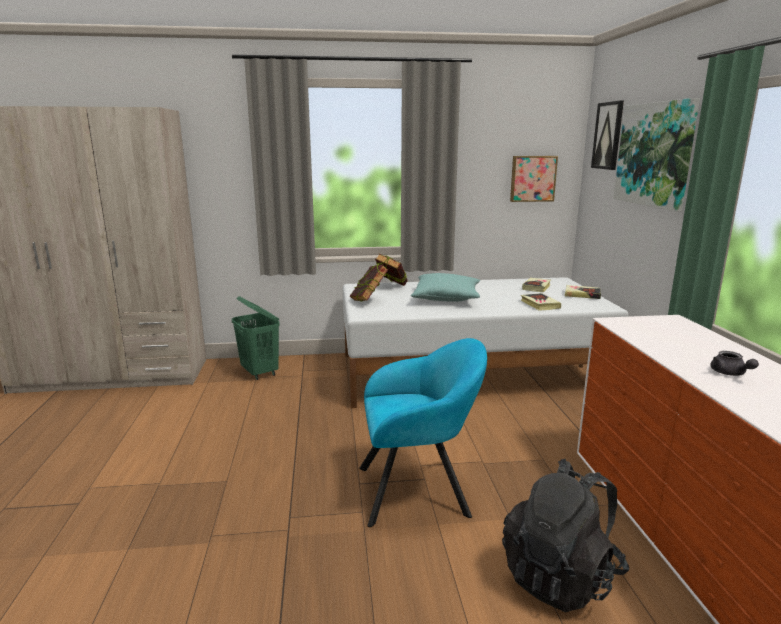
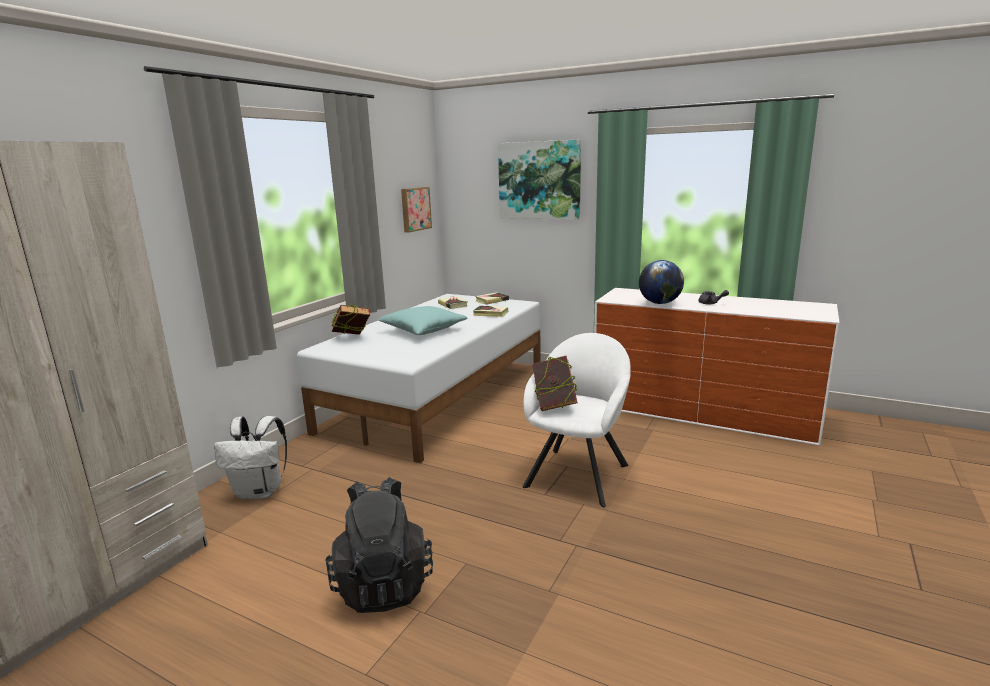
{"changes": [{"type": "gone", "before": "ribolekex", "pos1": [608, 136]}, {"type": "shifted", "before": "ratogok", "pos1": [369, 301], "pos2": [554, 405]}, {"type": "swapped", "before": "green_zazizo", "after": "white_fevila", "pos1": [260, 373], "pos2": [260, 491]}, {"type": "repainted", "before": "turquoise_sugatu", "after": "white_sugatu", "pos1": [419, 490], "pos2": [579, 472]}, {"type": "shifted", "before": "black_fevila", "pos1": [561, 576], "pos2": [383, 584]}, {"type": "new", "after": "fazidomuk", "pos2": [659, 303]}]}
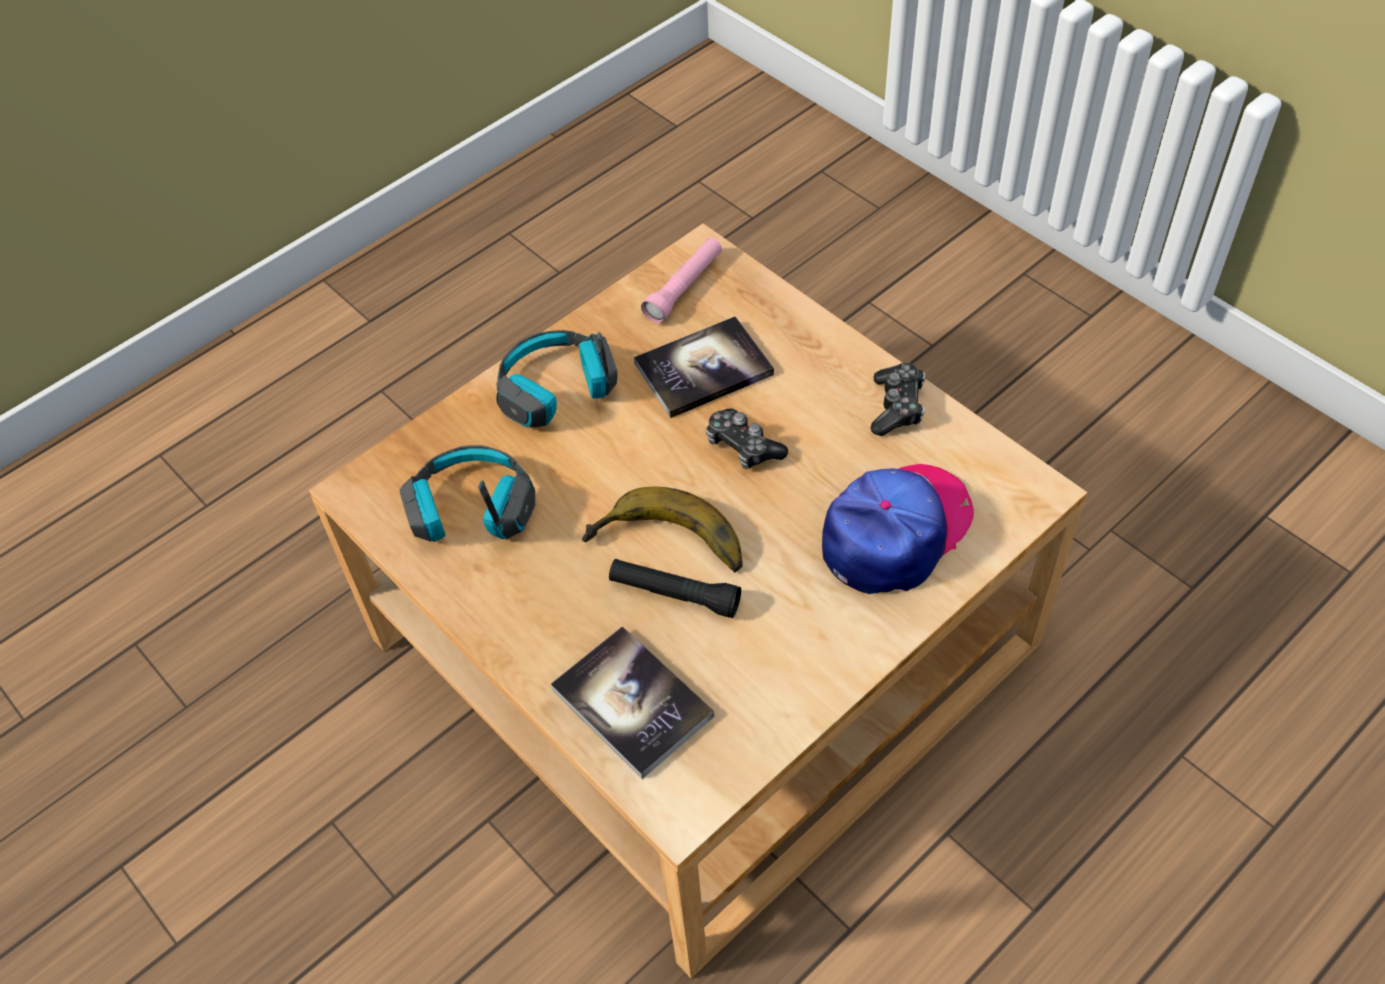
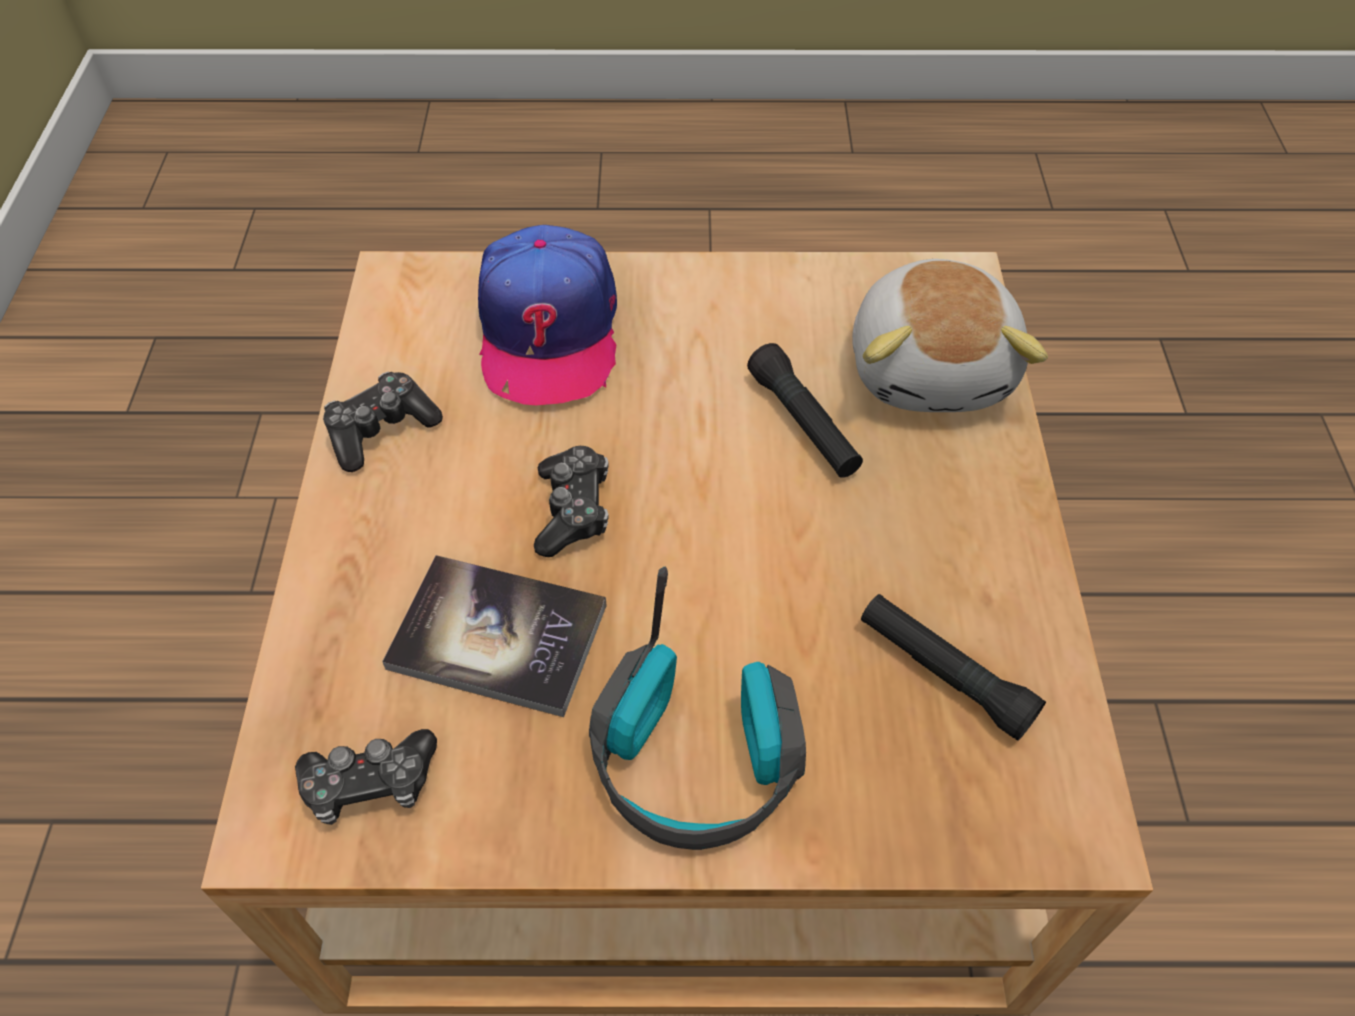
{"changes": [{"type": "swapped", "before": "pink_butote", "after": "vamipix", "pos1": [684, 288], "pos2": [370, 784]}, {"type": "swapped", "before": "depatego", "after": "black_butote", "pos1": [472, 511], "pos2": [944, 673]}, {"type": "rotated", "before": "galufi", "pos1": [896, 532], "pos2": [548, 331], "turn": -90}, {"type": "gone", "before": "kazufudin", "pos1": [667, 549]}, {"type": "swapped", "before": "ratogok", "after": "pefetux", "pos1": [632, 703], "pos2": [932, 368]}]}
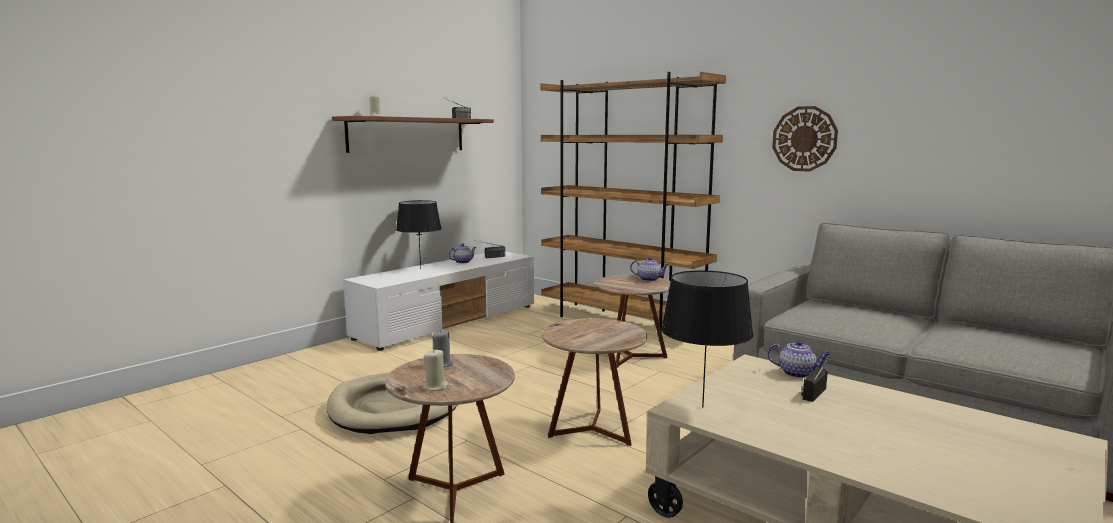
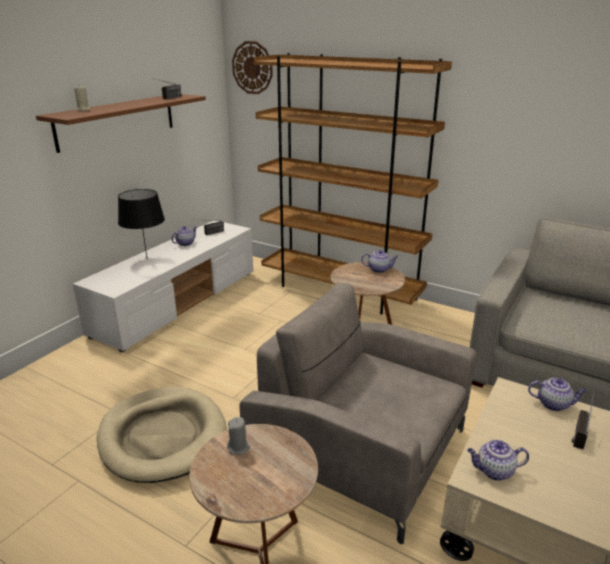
{"changes": [{"type": "shifted", "before": "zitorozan", "pos1": [804, 139], "pos2": [252, 67]}, {"type": "swapped", "before": "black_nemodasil", "after": "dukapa", "pos1": [702, 407], "pos2": [493, 471]}, {"type": "swapped", "before": "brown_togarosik", "after": "grey_sugatu", "pos1": [593, 430], "pos2": [359, 447]}, {"type": "gone", "before": "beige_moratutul", "pos1": [435, 387]}]}
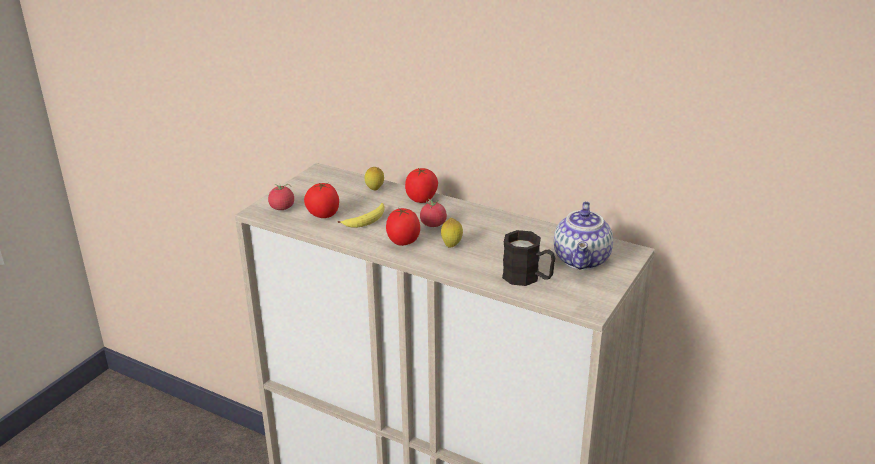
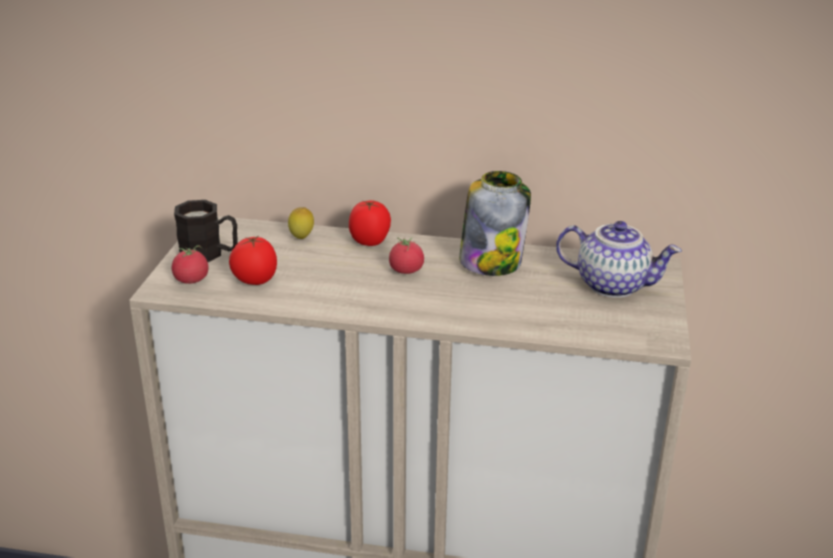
{"changes": [{"type": "rotated", "before": "dukapa", "pos1": [583, 260], "pos2": [613, 285], "turn": -60}, {"type": "gone", "before": "kazufudin", "pos1": [366, 220]}, {"type": "gone", "before": "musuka", "pos1": [403, 243]}, {"type": "gone", "before": "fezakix", "pos1": [451, 245]}, {"type": "shifted", "before": "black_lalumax", "pos1": [528, 278], "pos2": [209, 254]}, {"type": "new", "after": "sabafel", "pos2": [491, 262]}]}
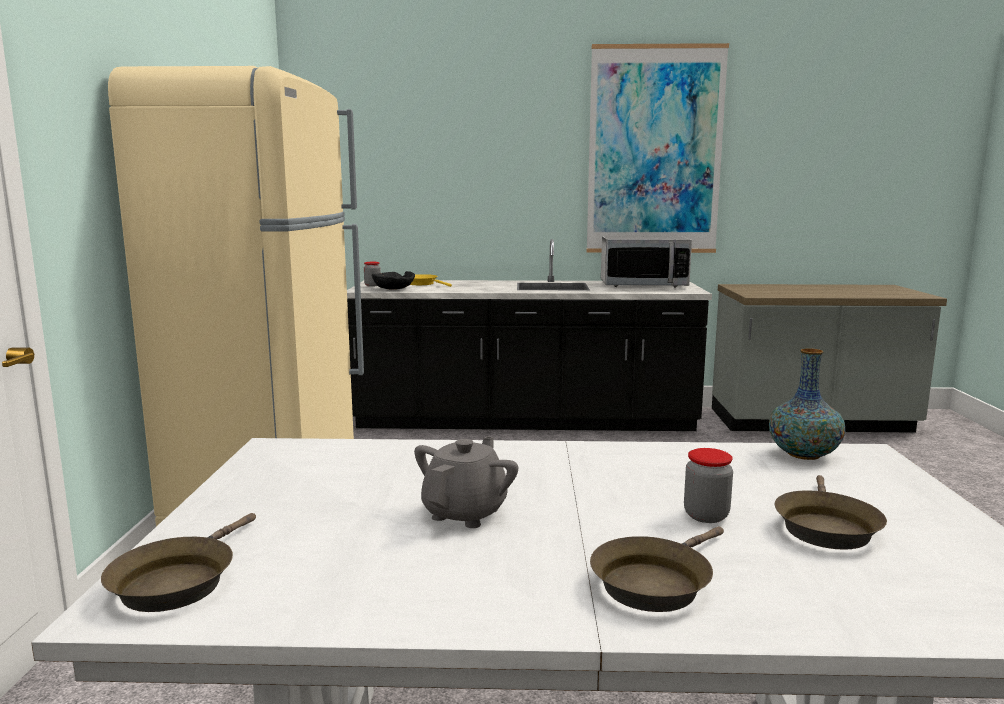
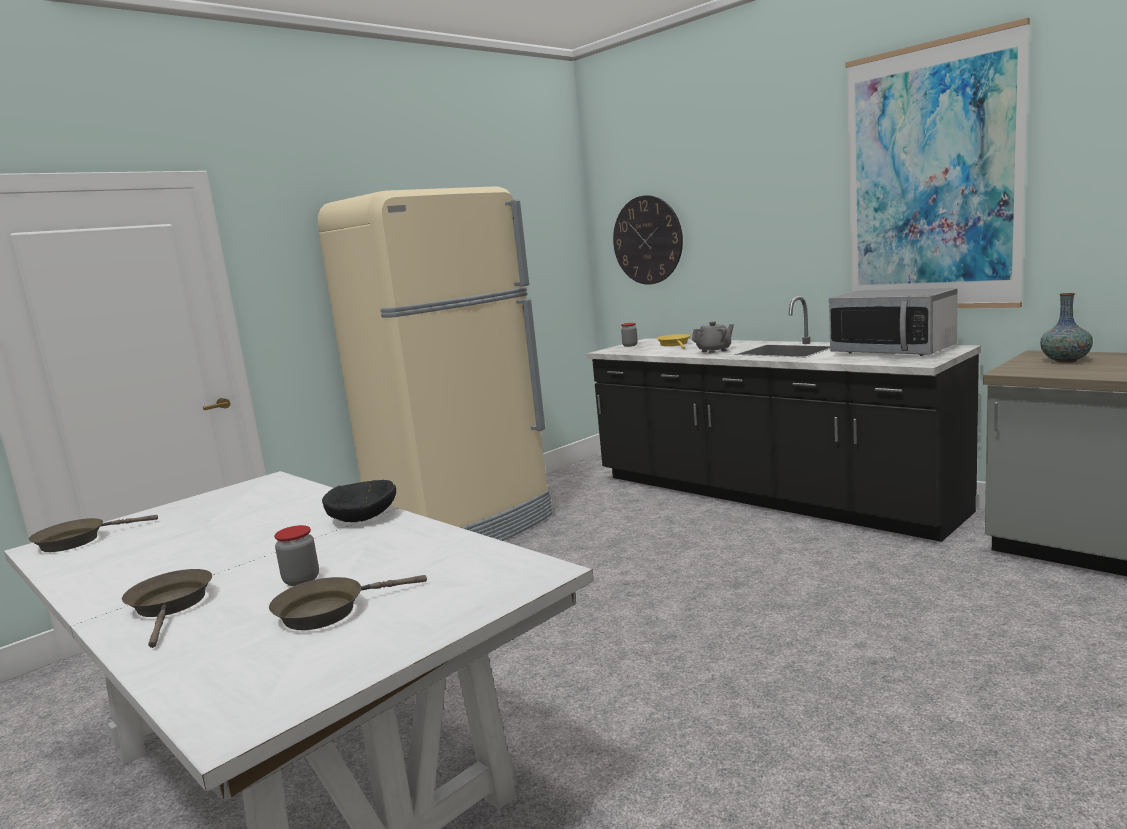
{"changes": [{"type": "shifted", "before": "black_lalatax", "pos1": [393, 289], "pos2": [363, 517]}, {"type": "shifted", "before": "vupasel", "pos1": [803, 454], "pos2": [1065, 361]}, {"type": "shifted", "before": "grey_dukapa", "pos1": [465, 513], "pos2": [714, 351]}, {"type": "rotated", "before": "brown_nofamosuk", "pos1": [655, 582], "pos2": [171, 606], "turn": 75}, {"type": "new", "after": "zitorozan", "pos2": [647, 240]}]}
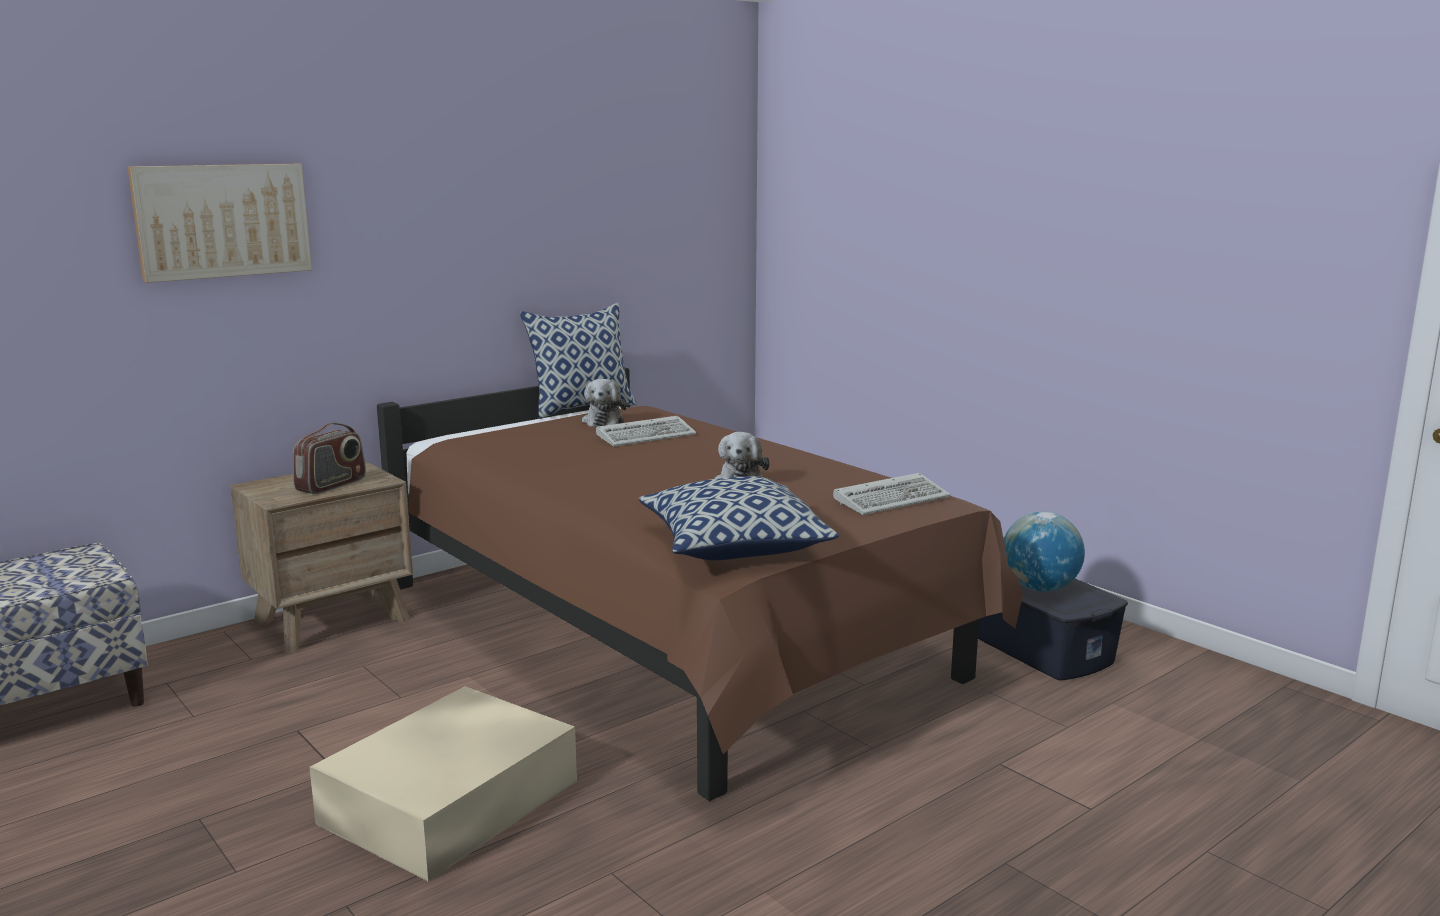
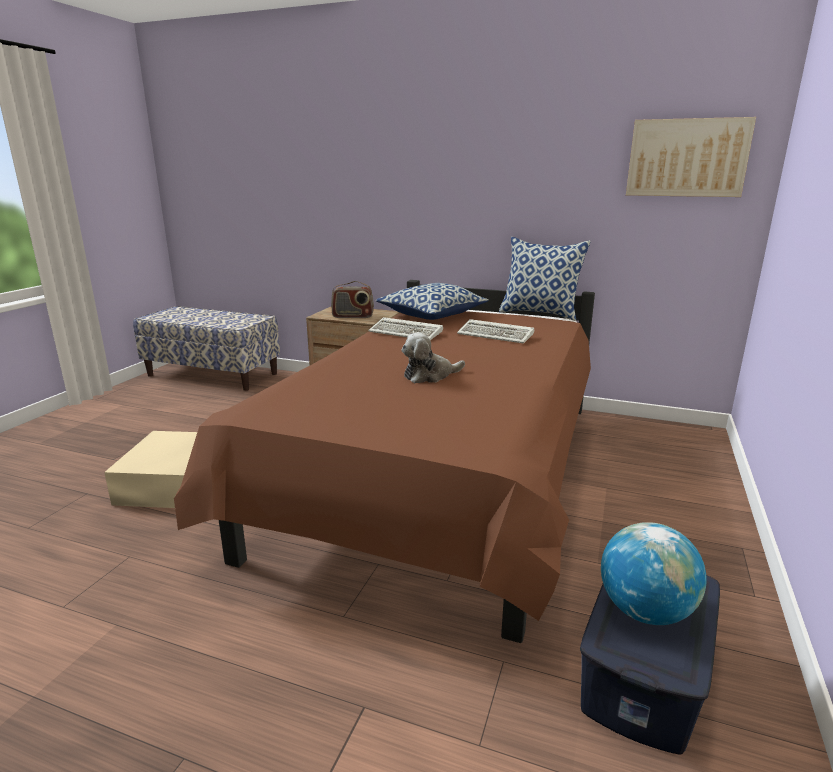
{"changes": [{"type": "shifted", "before": "ribolekex", "pos1": [222, 220], "pos2": [687, 158]}, {"type": "gone", "before": "pefetux", "pos1": [604, 421]}, {"type": "shifted", "before": "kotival", "pos1": [892, 499], "pos2": [407, 333]}, {"type": "shifted", "before": "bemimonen", "pos1": [733, 545], "pos2": [432, 315]}]}
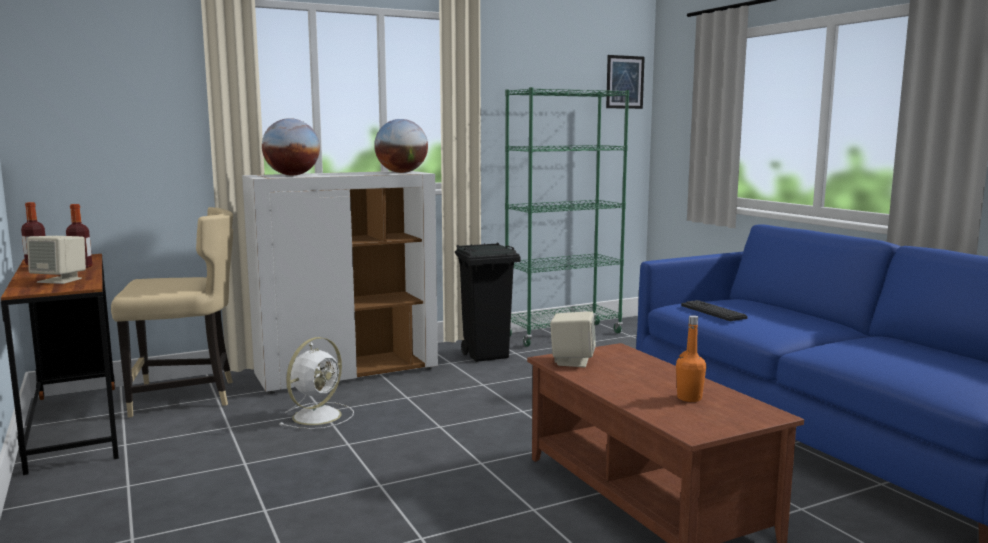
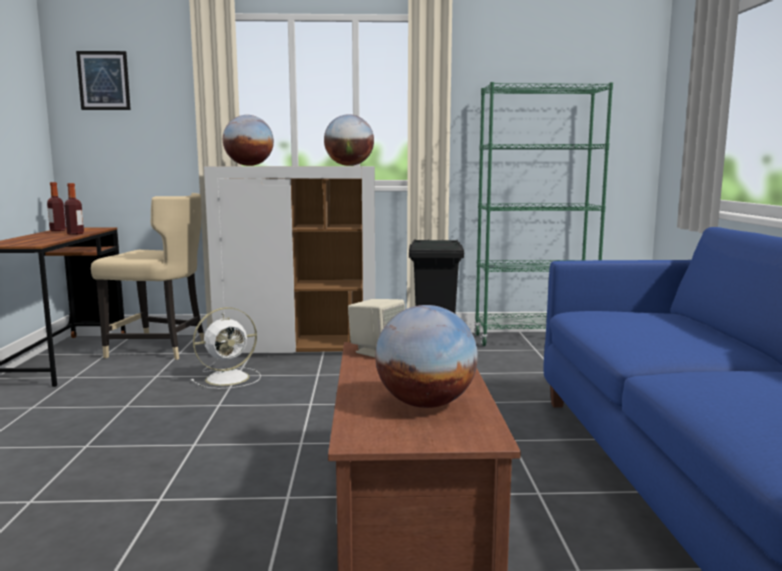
{"changes": [{"type": "shifted", "before": "ribolekex", "pos1": [625, 82], "pos2": [103, 80]}, {"type": "gone", "before": "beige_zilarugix", "pos1": [60, 280]}, {"type": "gone", "before": "kotival", "pos1": [713, 312]}, {"type": "swapped", "before": "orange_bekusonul", "after": "fazidomuk", "pos1": [689, 398], "pos2": [425, 404]}]}
